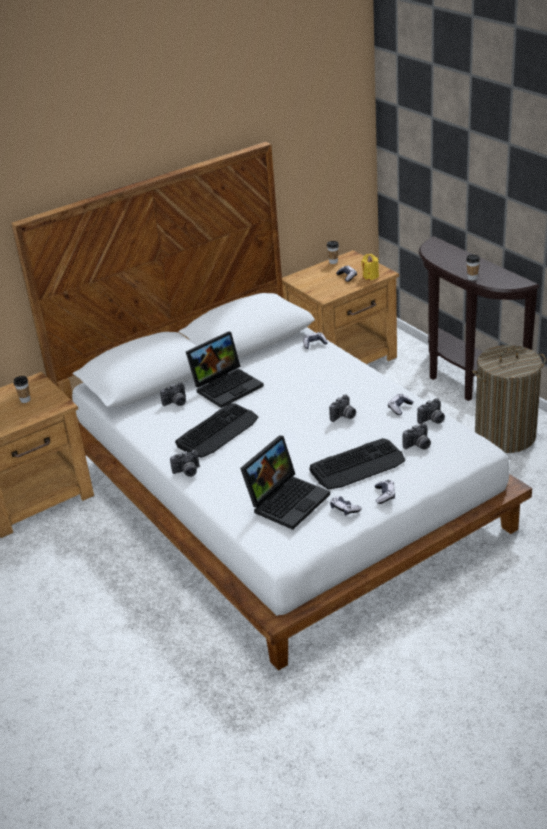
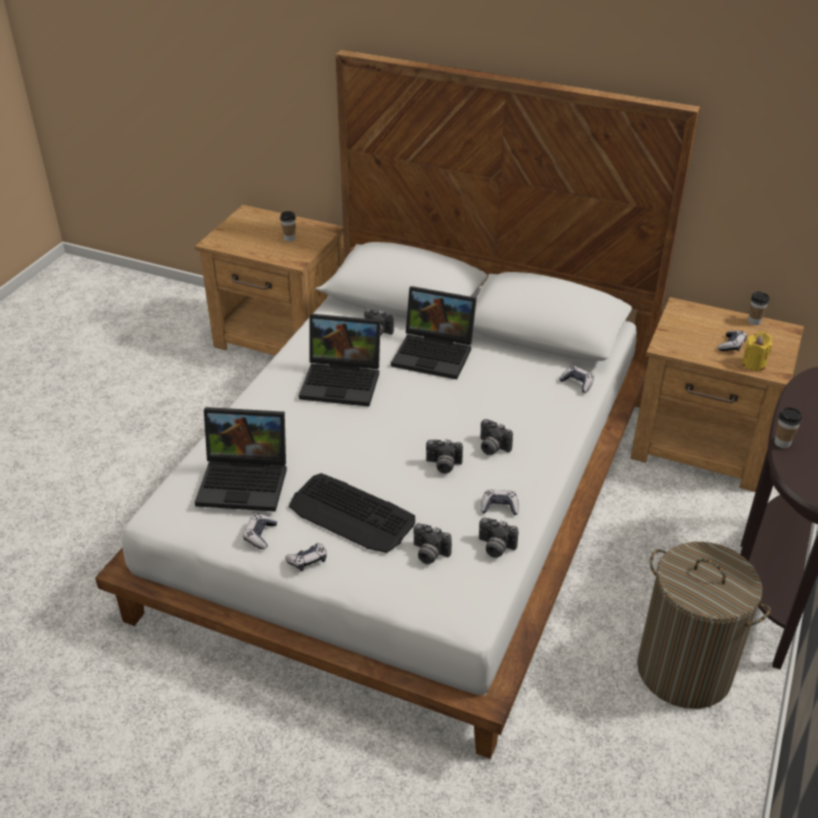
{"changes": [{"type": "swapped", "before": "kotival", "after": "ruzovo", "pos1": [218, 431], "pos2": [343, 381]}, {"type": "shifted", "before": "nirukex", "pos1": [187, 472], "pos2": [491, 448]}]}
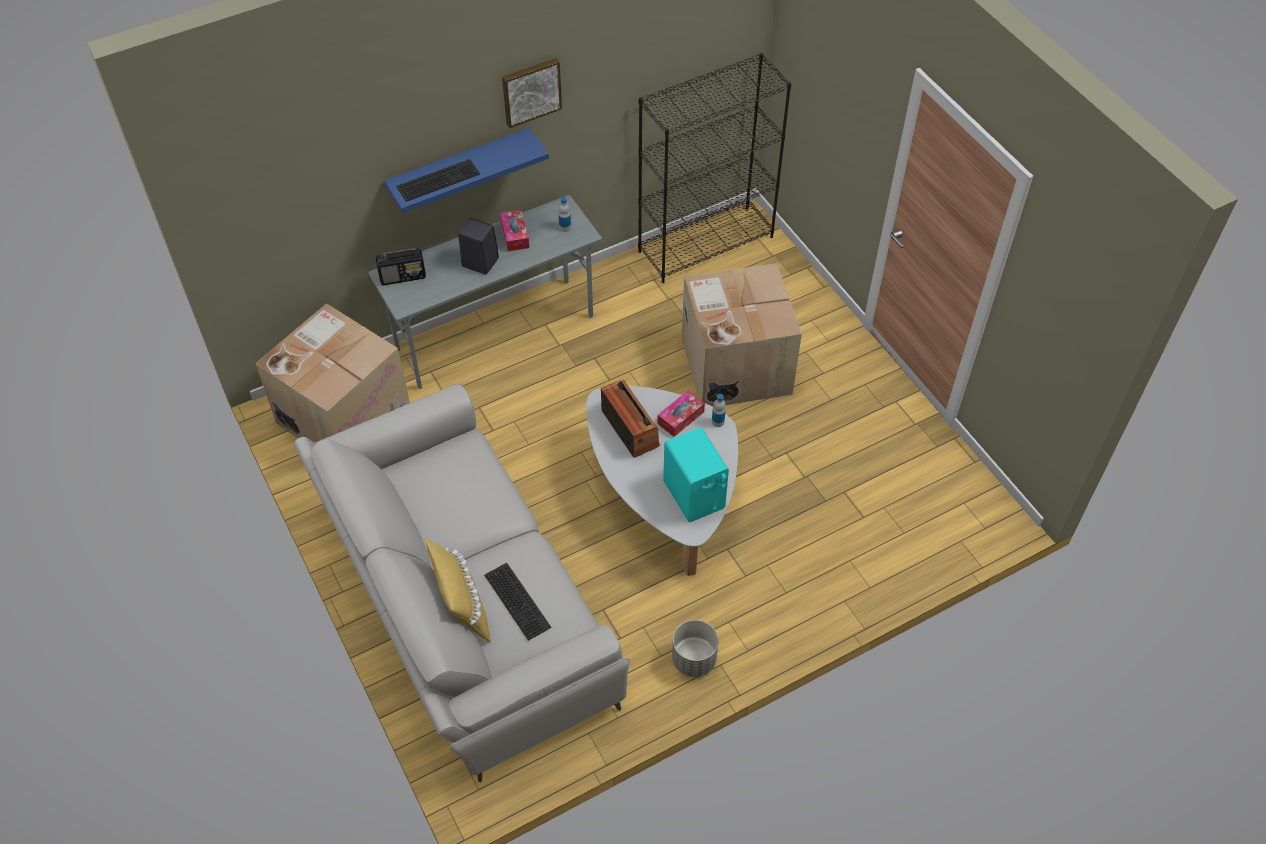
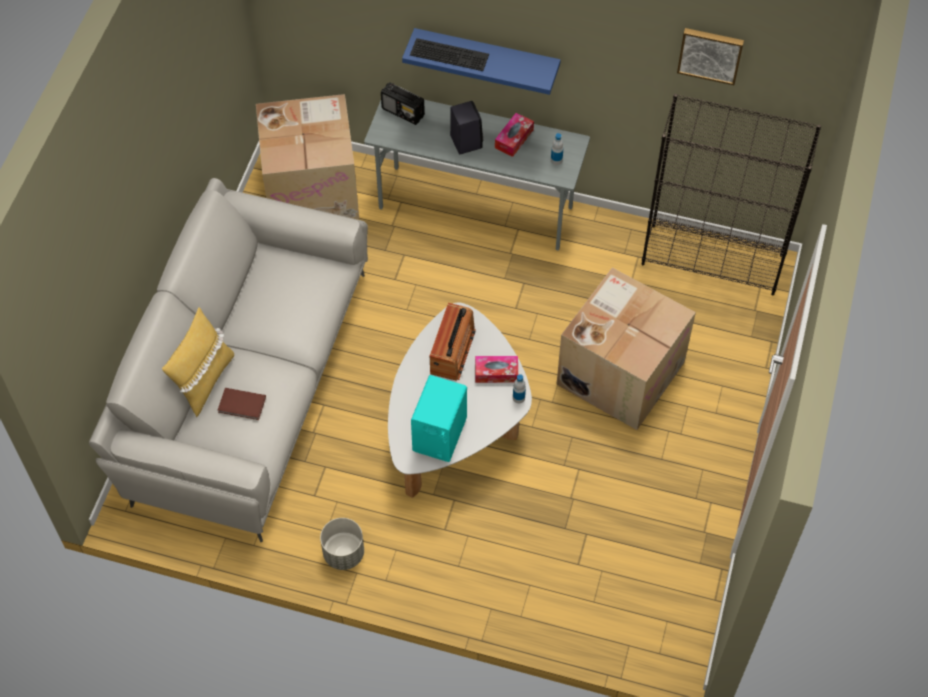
{"changes": [{"type": "shifted", "before": "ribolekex", "pos1": [531, 91], "pos2": [710, 54]}, {"type": "swapped", "before": "kotival", "after": "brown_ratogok", "pos1": [519, 601], "pos2": [242, 405]}]}
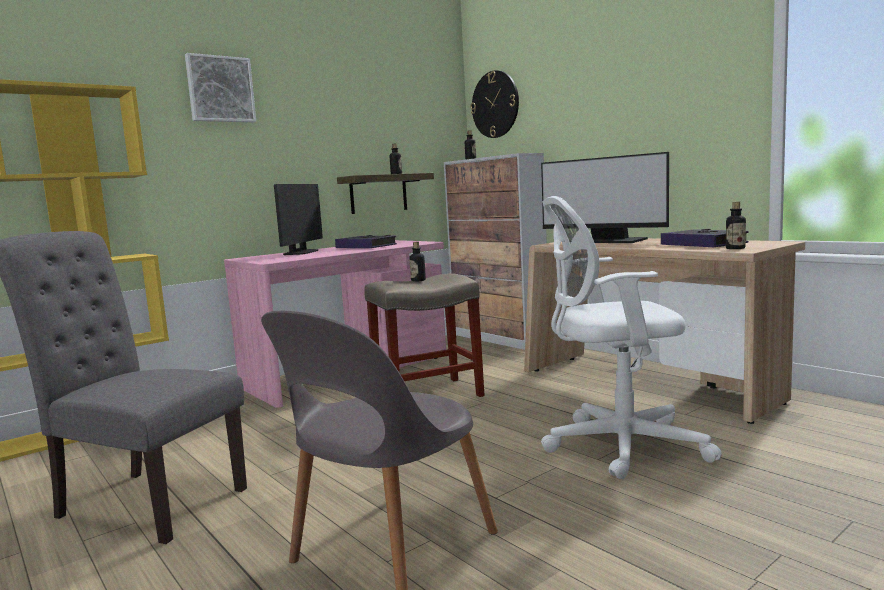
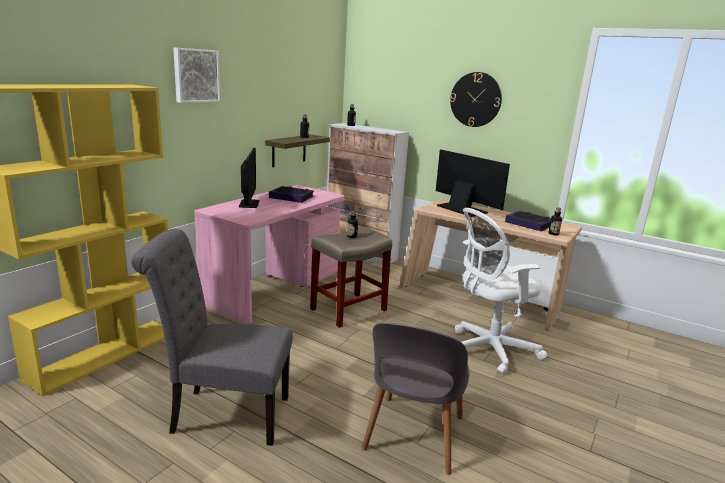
{"changes": [{"type": "shifted", "before": "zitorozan", "pos1": [495, 104], "pos2": [475, 99]}, {"type": "rotated", "before": "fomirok", "pos1": [606, 241], "pos2": [462, 209], "turn": -150}]}
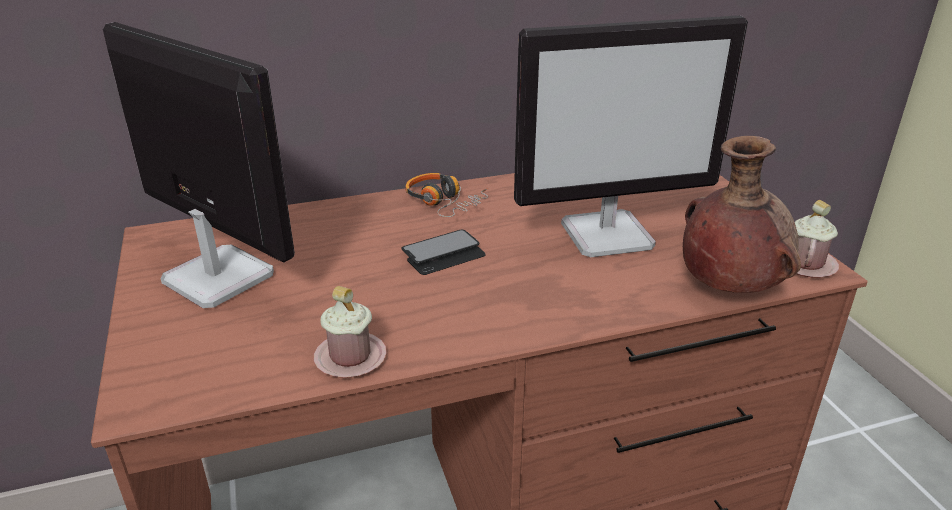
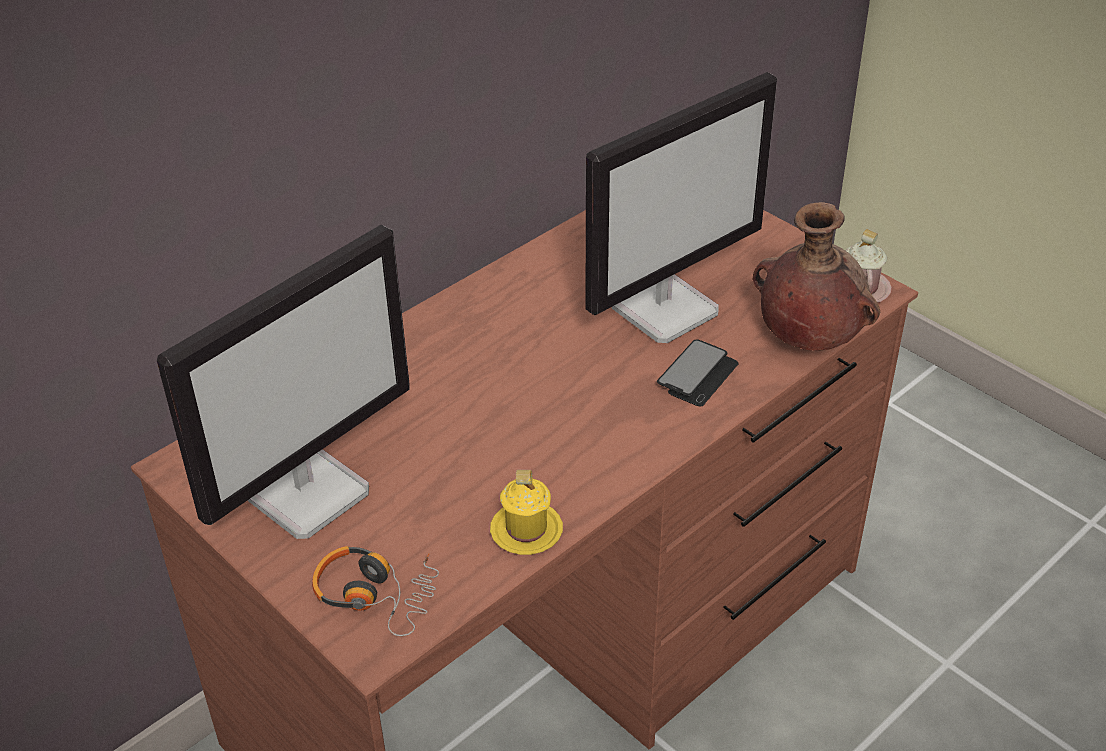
{"changes": [{"type": "rotated", "before": "fomirok", "pos1": [216, 277], "pos2": [309, 492], "turn": 120}, {"type": "shifted", "before": "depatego", "pos1": [444, 202], "pos2": [376, 594]}, {"type": "shifted", "before": "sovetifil", "pos1": [443, 254], "pos2": [698, 375]}, {"type": "repainted", "before": "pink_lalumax", "after": "yellow_lalumax", "pos1": [350, 357], "pos2": [526, 530]}]}
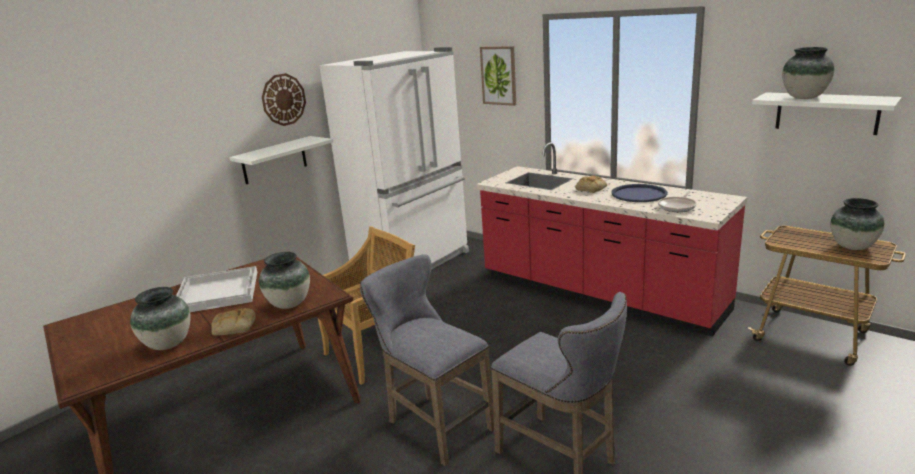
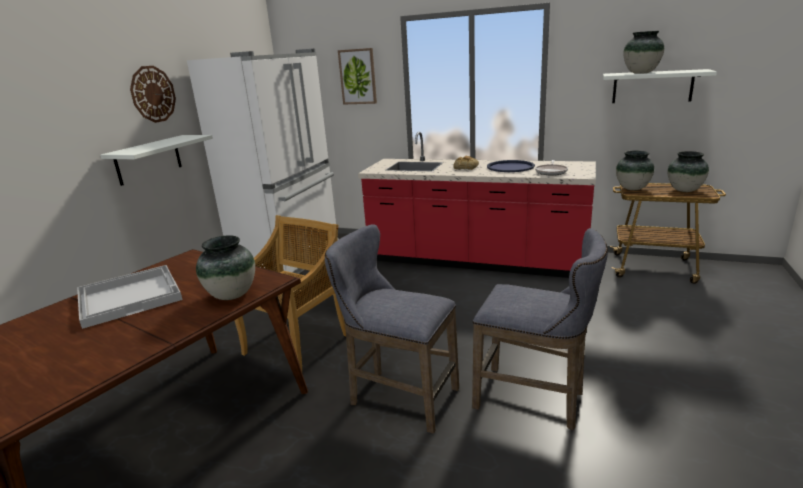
{"changes": [{"type": "shifted", "before": "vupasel", "pos1": [168, 344], "pos2": [632, 188]}, {"type": "gone", "before": "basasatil", "pos1": [233, 327]}]}
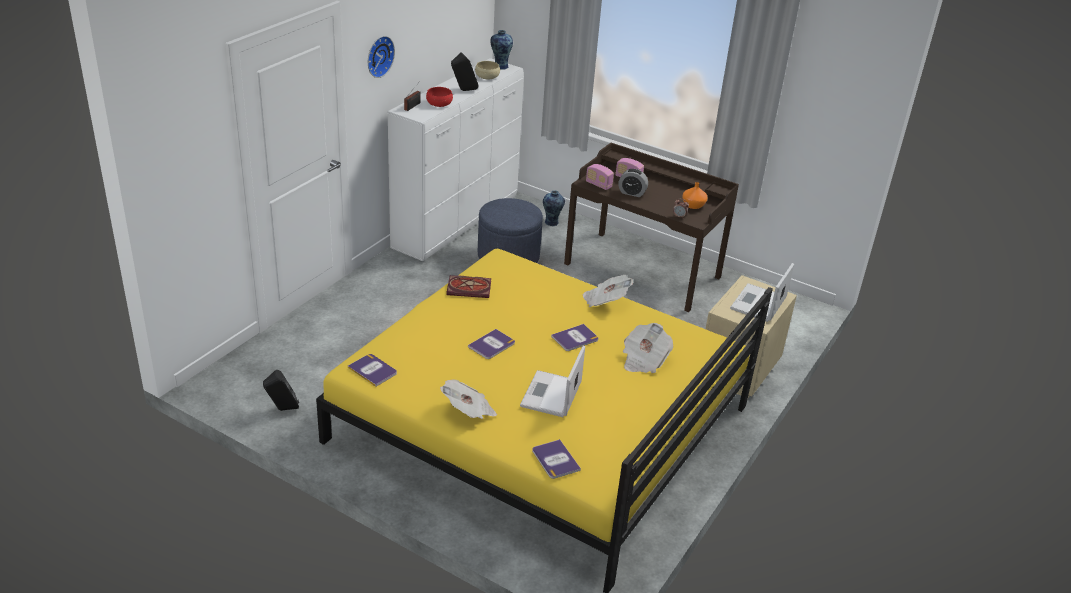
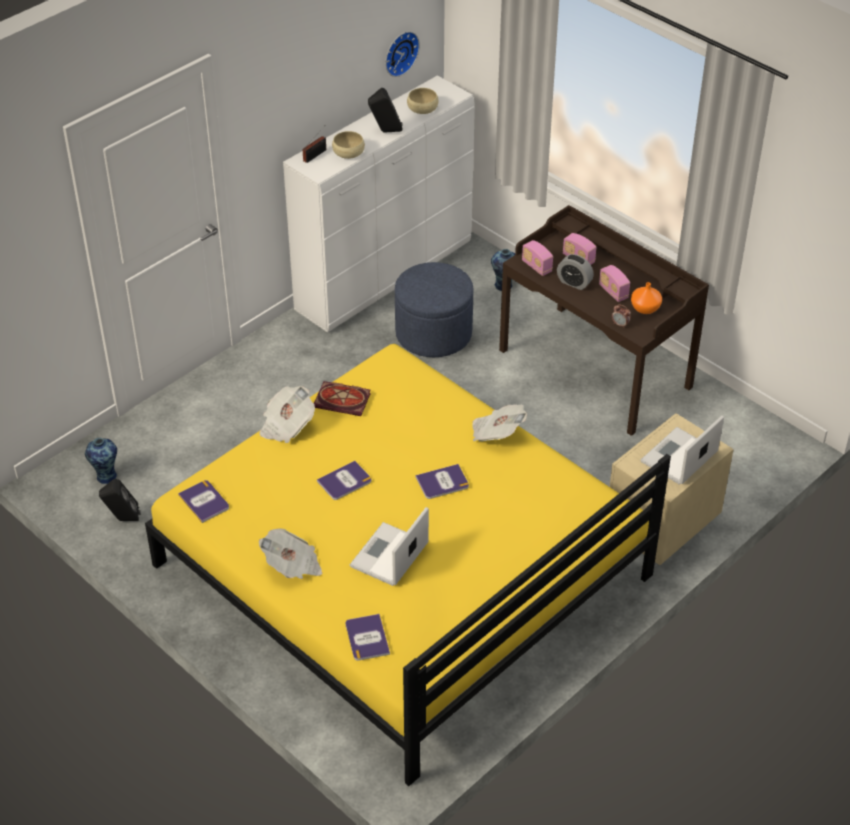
{"changes": [{"type": "shifted", "before": "vupasel", "pos1": [500, 66], "pos2": [106, 476]}, {"type": "shifted", "before": "zitorozan", "pos1": [378, 56], "pos2": [399, 52]}, {"type": "repainted", "before": "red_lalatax", "after": "beige_lalatax", "pos1": [439, 104], "pos2": [348, 153]}, {"type": "shifted", "before": "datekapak", "pos1": [643, 360], "pos2": [286, 425]}, {"type": "new", "after": "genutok", "pos2": [613, 292]}]}
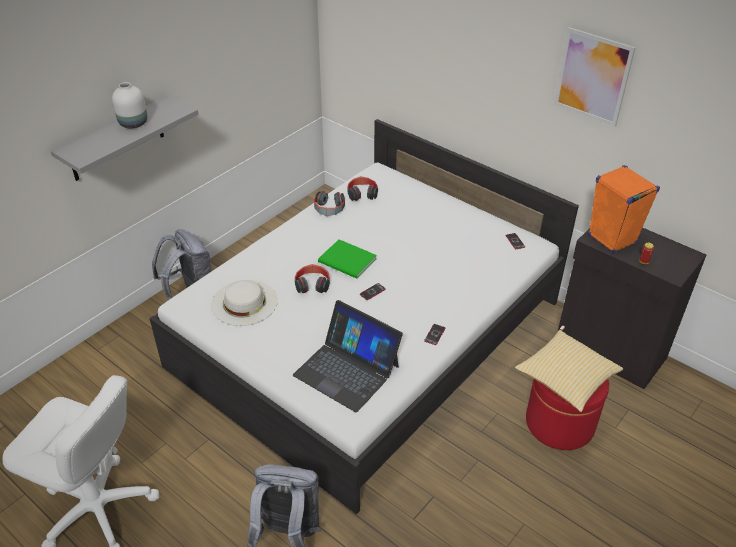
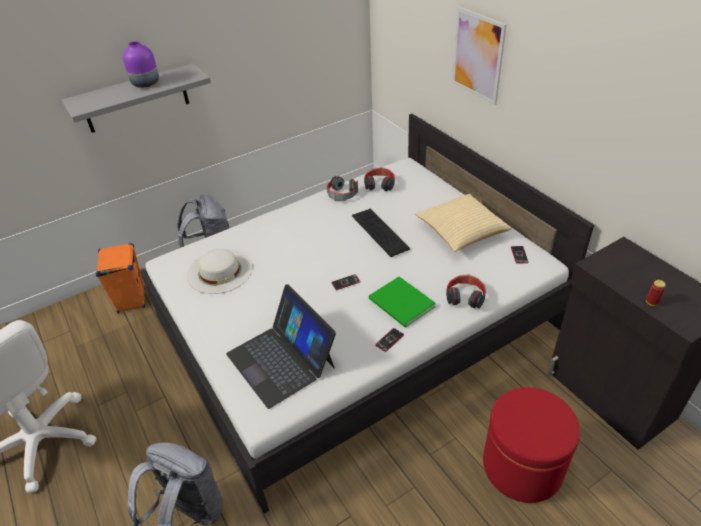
{"changes": [{"type": "shifted", "before": "ribolekex", "pos1": [593, 77], "pos2": [477, 55]}, {"type": "repainted", "before": "white_vupasel", "after": "purple_vupasel", "pos1": [133, 124], "pos2": [145, 84]}, {"type": "shifted", "before": "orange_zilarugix", "pos1": [611, 239], "pos2": [132, 300]}, {"type": "shifted", "before": "green_ratogok", "pos1": [348, 261], "pos2": [401, 304]}, {"type": "shifted", "before": "depatego", "pos1": [312, 284], "pos2": [465, 296]}, {"type": "shifted", "before": "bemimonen", "pos1": [566, 379], "pos2": [461, 232]}, {"type": "new", "after": "kotival", "pos2": [380, 232]}]}
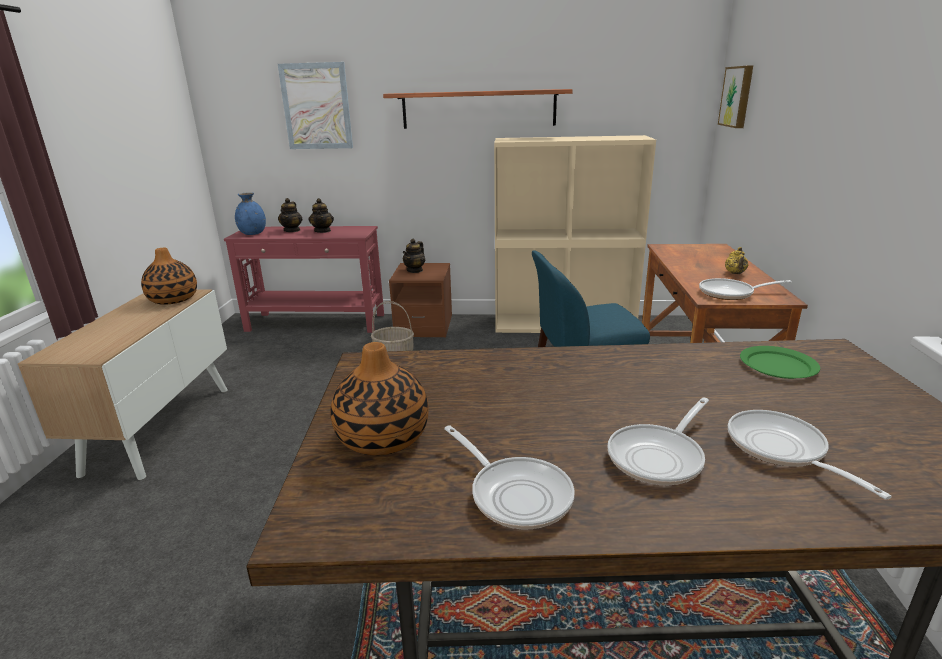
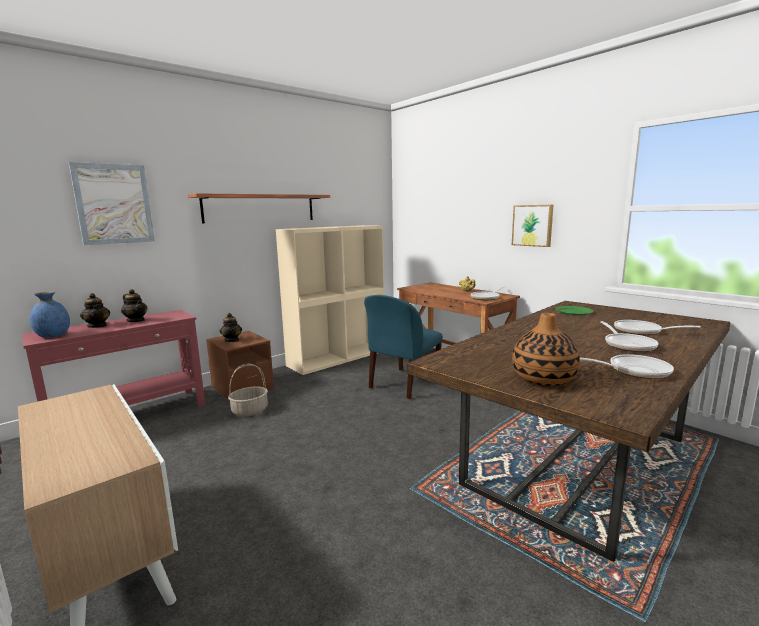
{"changes": [{"type": "shifted", "before": "ribolekex", "pos1": [737, 96], "pos2": [532, 225]}, {"type": "gone", "before": "vupasel", "pos1": [173, 299]}]}
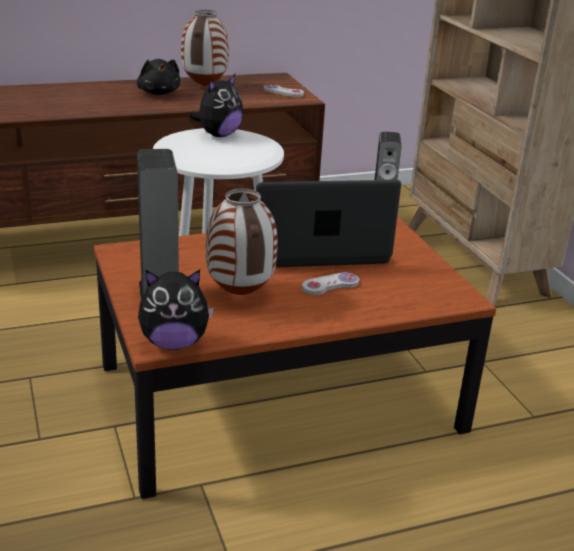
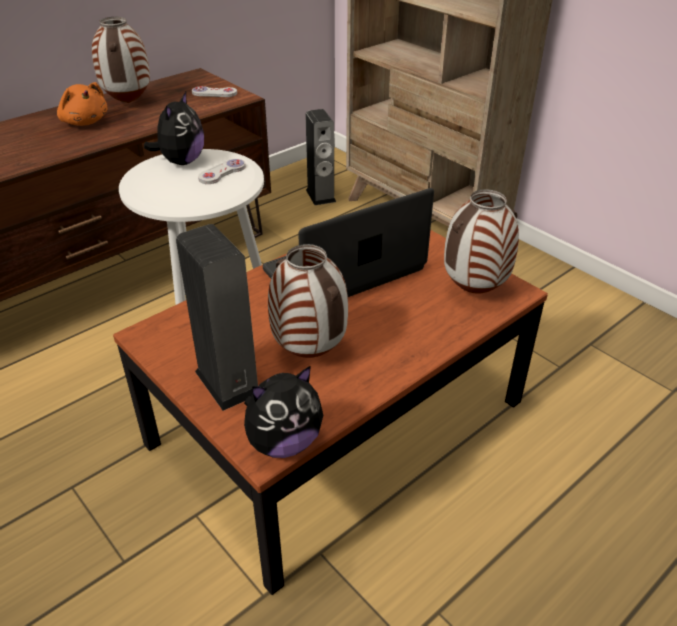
{"changes": [{"type": "repainted", "before": "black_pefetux", "after": "orange_pefetux", "pos1": [159, 93], "pos2": [85, 122]}, {"type": "shifted", "before": "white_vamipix", "pos1": [330, 285], "pos2": [222, 173]}, {"type": "new", "after": "vupasel", "pos2": [474, 290]}]}
